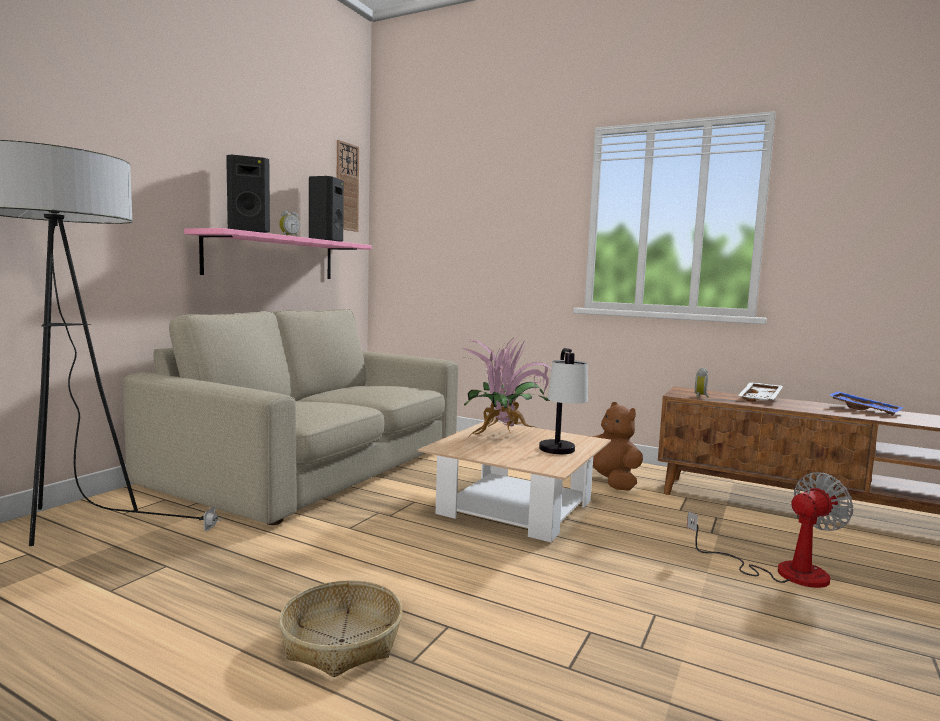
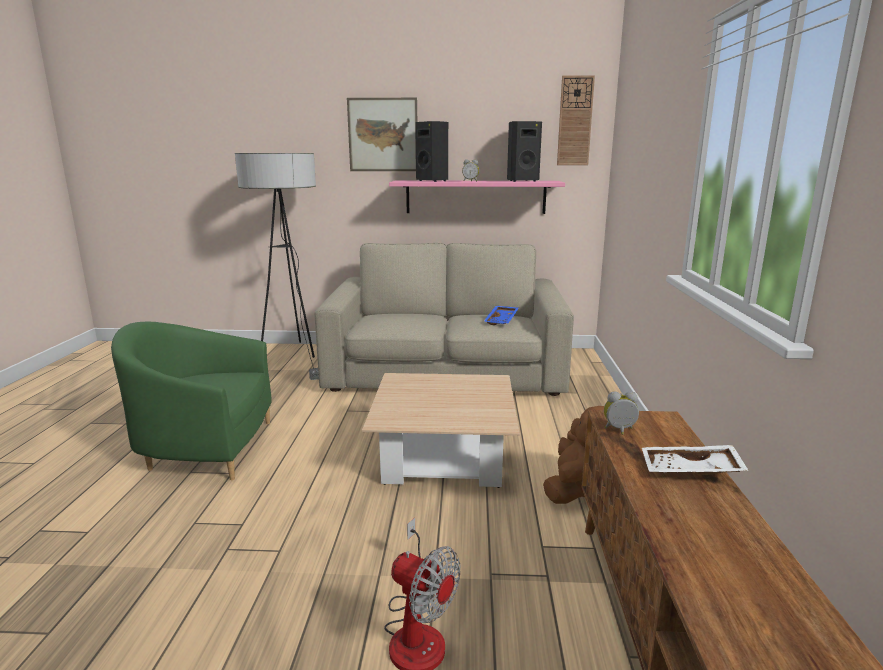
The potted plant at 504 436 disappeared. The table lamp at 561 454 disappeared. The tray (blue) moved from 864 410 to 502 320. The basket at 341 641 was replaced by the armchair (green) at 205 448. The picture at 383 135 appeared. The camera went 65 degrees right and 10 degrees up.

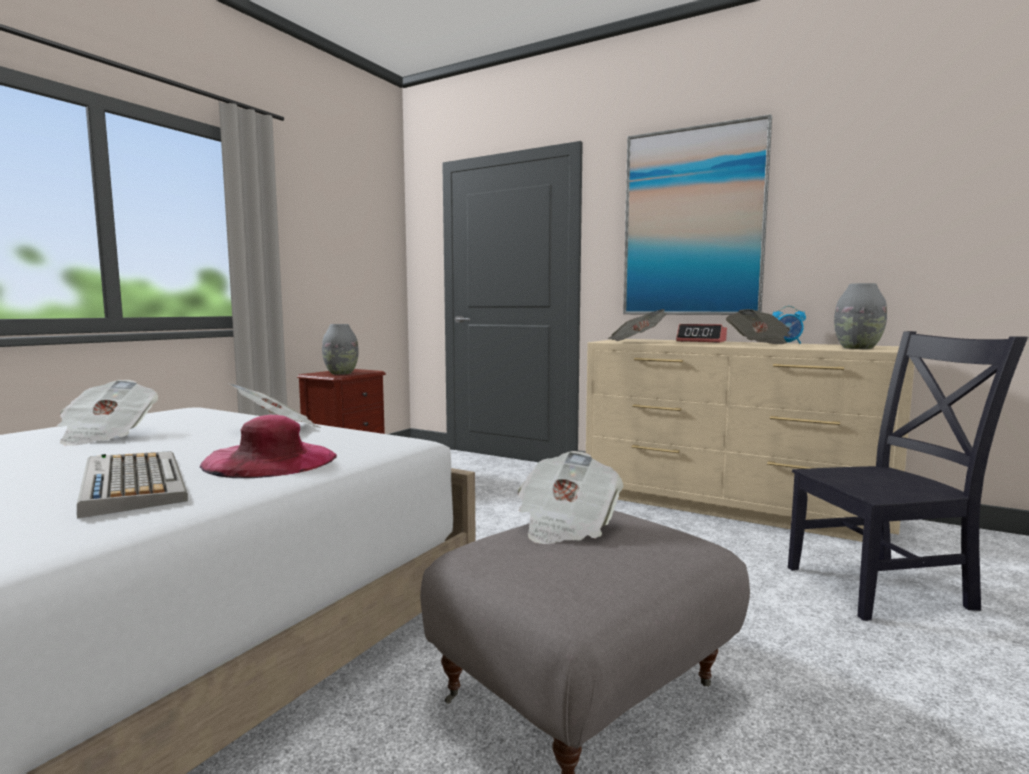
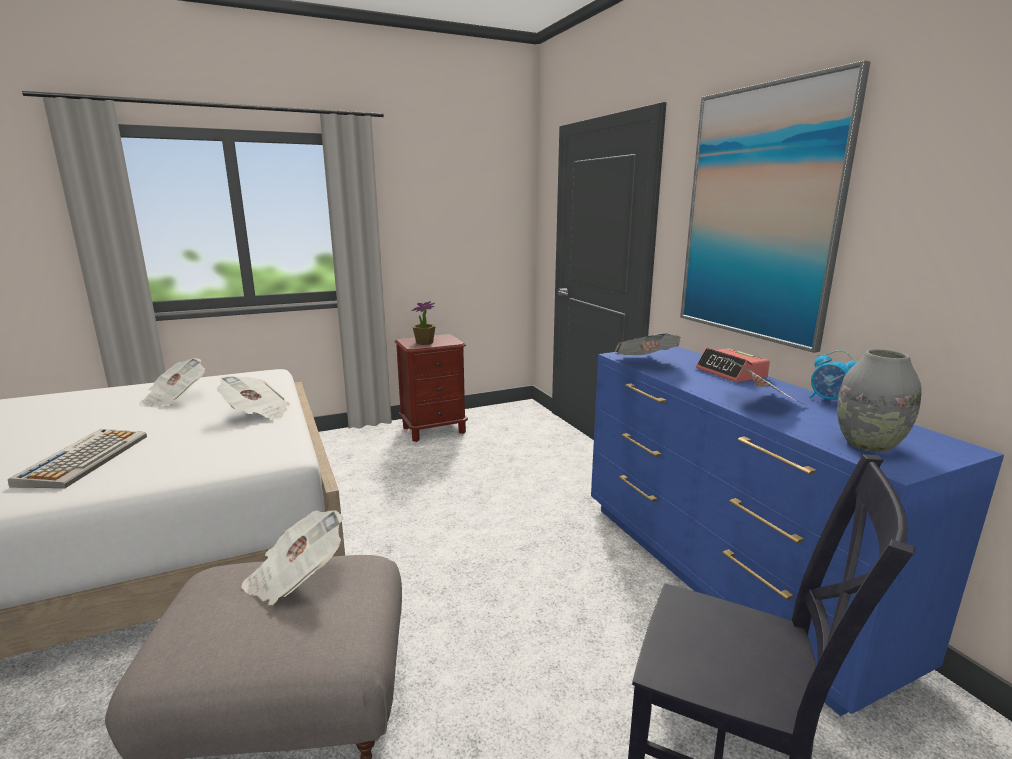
The vase (grey) at 341 373 was replaced by the potted plant at 424 342. The dresser (beige) at 731 507 became the dresser (blue) at 725 577. The hat (pink) at 270 460 disappeared. The camera went 35 degrees right and 10 degrees up.

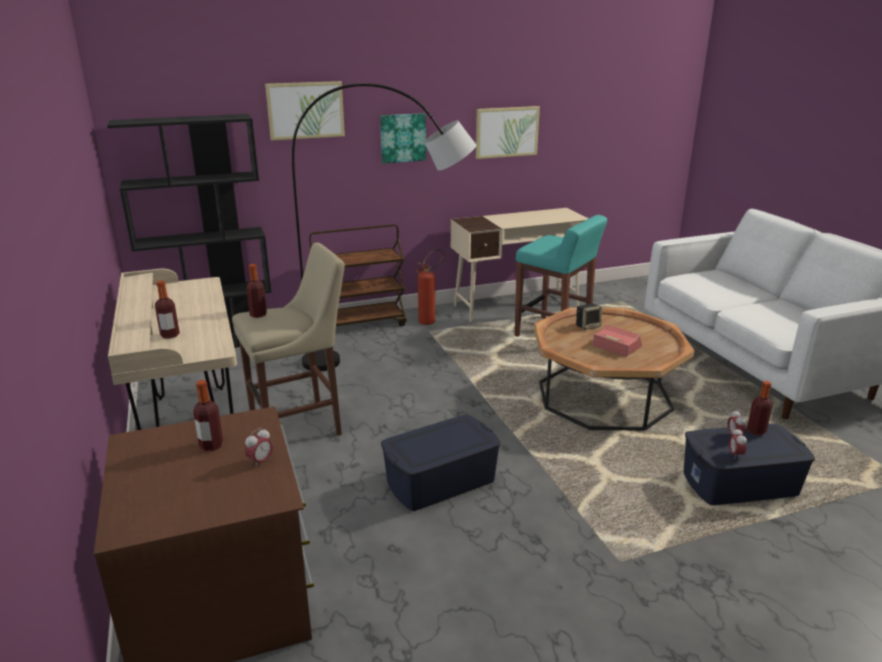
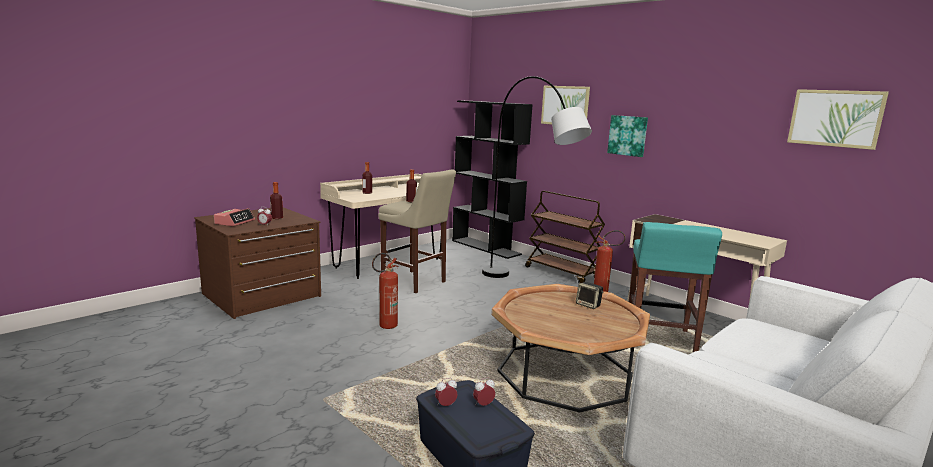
The picture moved from 506 132 to 835 118. The alarm clock moved from 616 346 to 235 222. The bottle at 756 431 disappeared. The storage box (blue) at 440 481 was replaced by the fire extinguisher at 385 327. The camera went 65 degrees right and 10 degrees down.

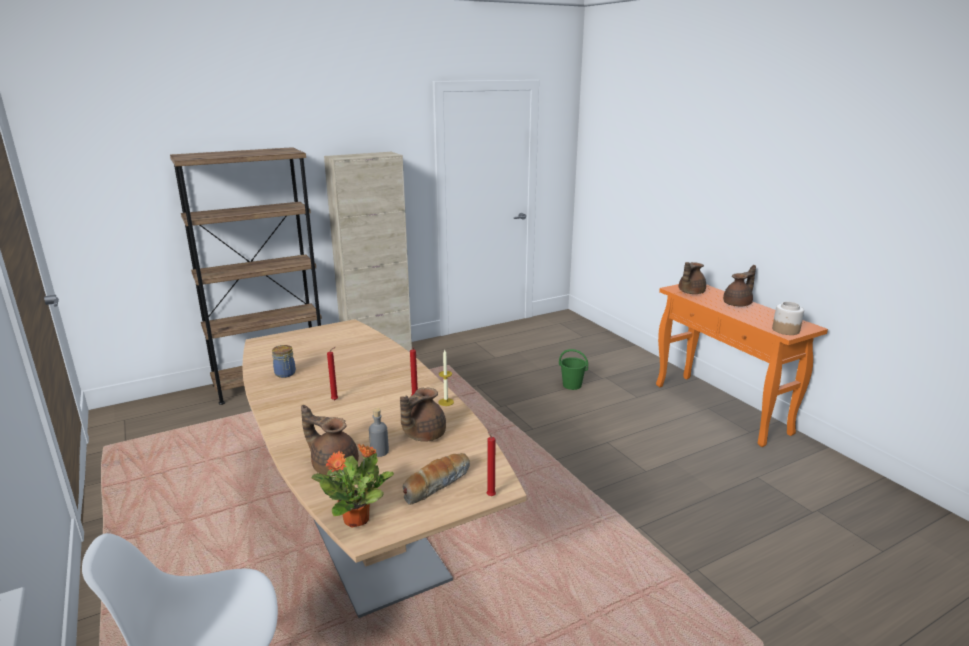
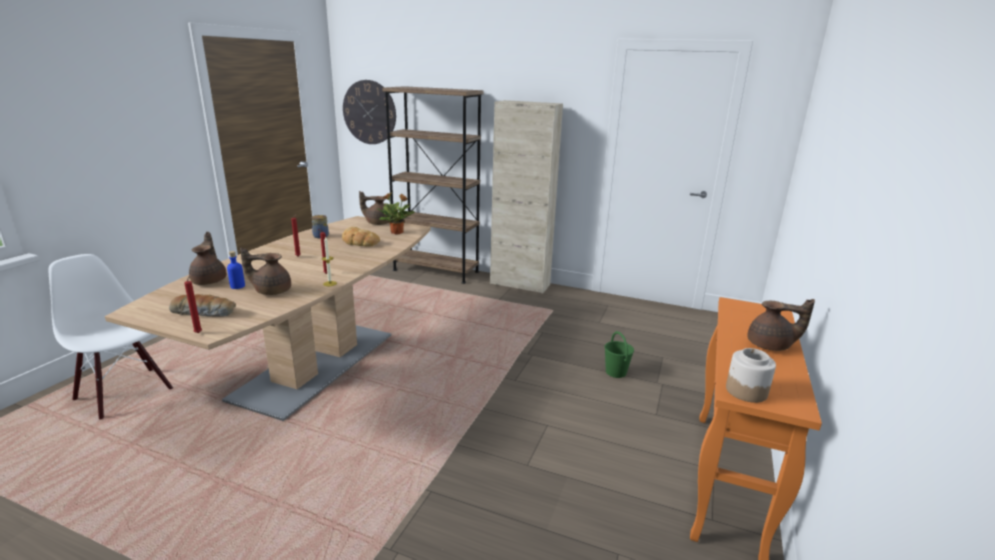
The teapot (brown) moved from 690 292 to 377 223. The bottle (grey) at 379 451 became the bottle (blue) at 237 286. The potted plant moved from 357 519 to 397 232. The wall clock at 369 112 appeared. The bread at 359 241 appeared. The camera went 50 degrees right and 0 degrees up.

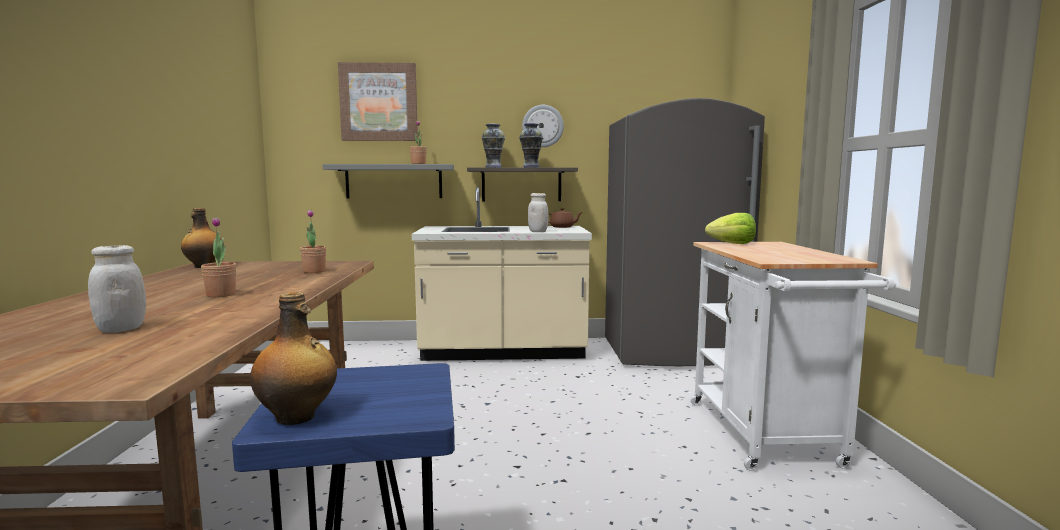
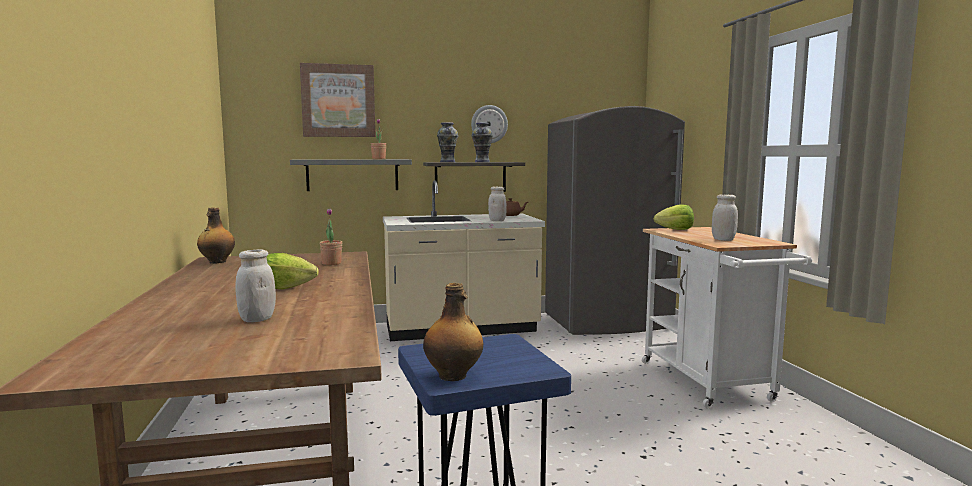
The potted plant at 221 295 was replaced by the lettuce at 286 287. The jar (white) at 723 240 appeared. The camera went 10 degrees left and 0 degrees up.

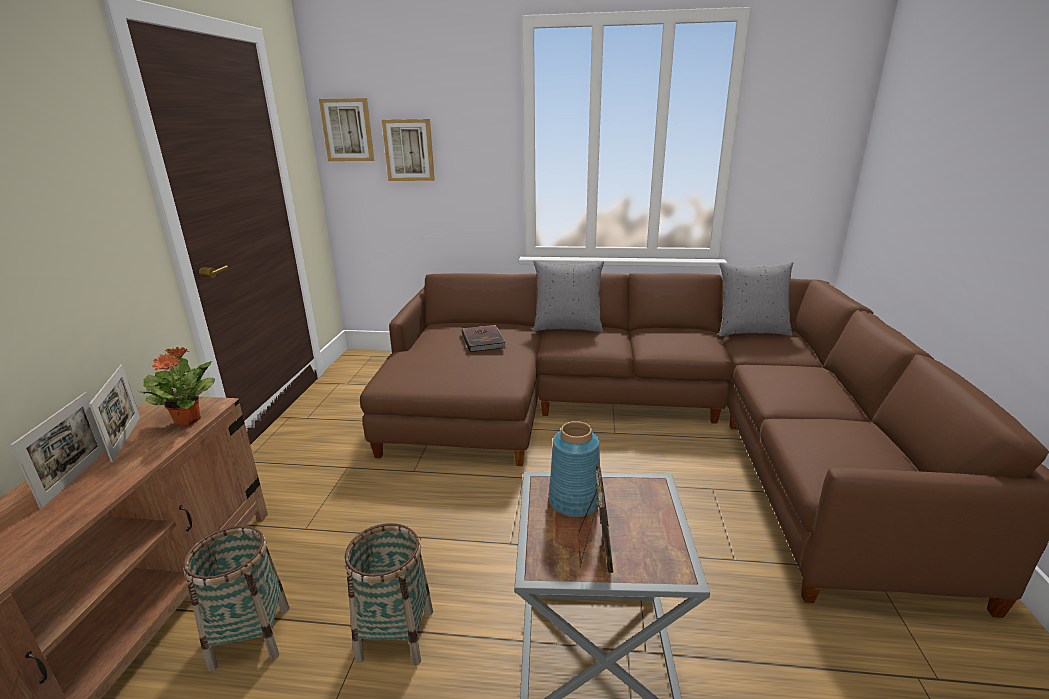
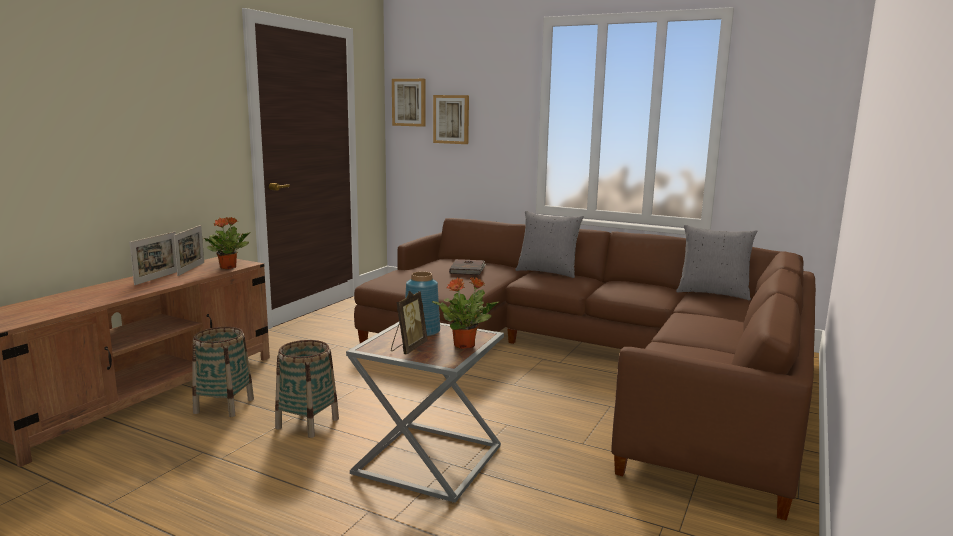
The potted plant at 465 345 appeared. The camera went 20 degrees right and 10 degrees down.

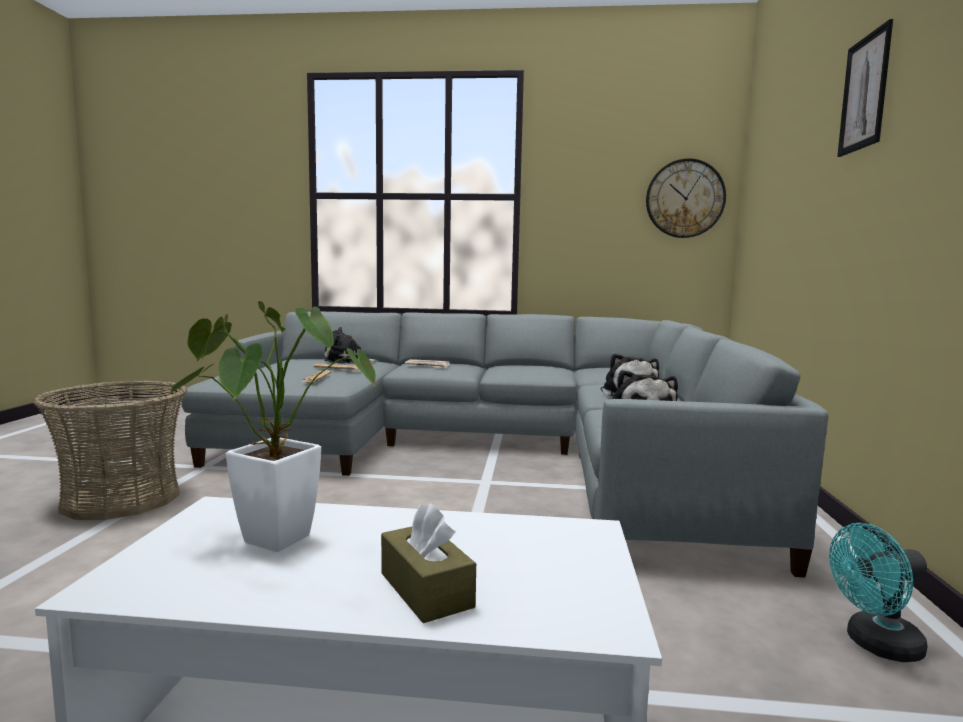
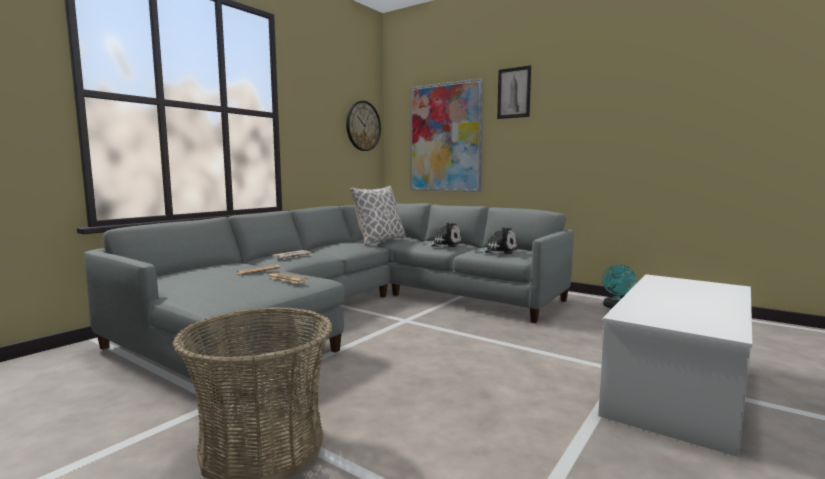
The potted plant at 267 536 disappeared. The plush toy at 347 361 disappeared. The tissue box (brown) at 426 590 disappeared. The picture at 445 138 appeared. The pillow at 379 241 appeared. The camera went 60 degrees left and 0 degrees up.

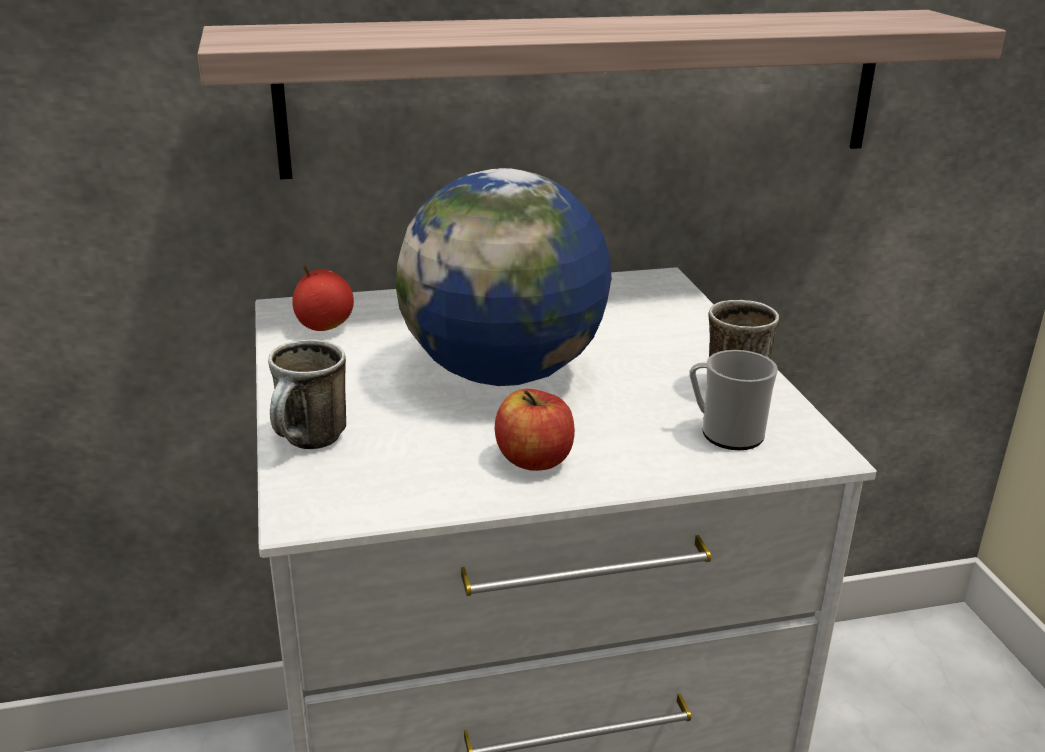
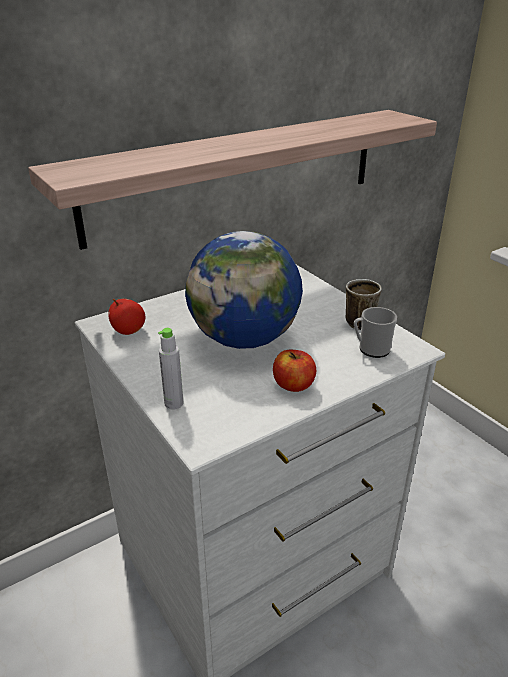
The mug at 310 443 was replaced by the bottle (grey) at 174 403. The camera went 20 degrees left and 5 degrees up.

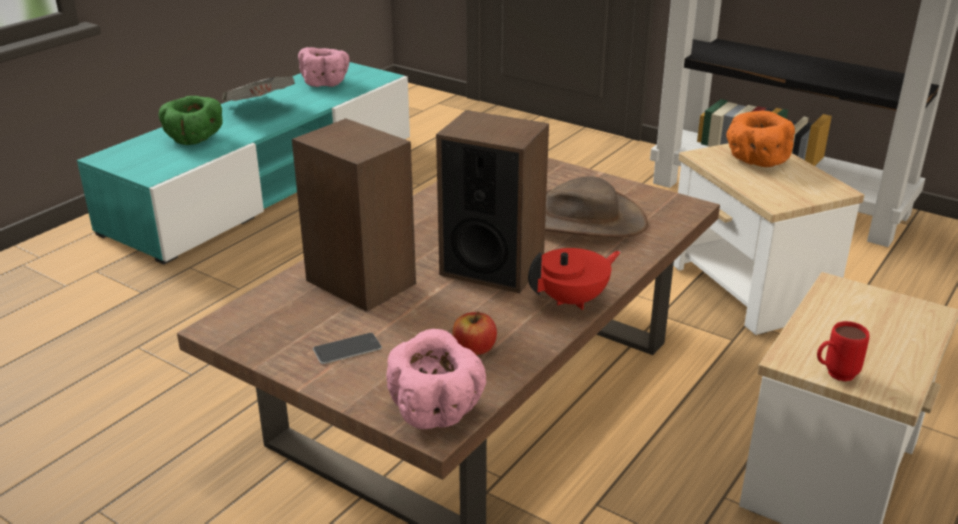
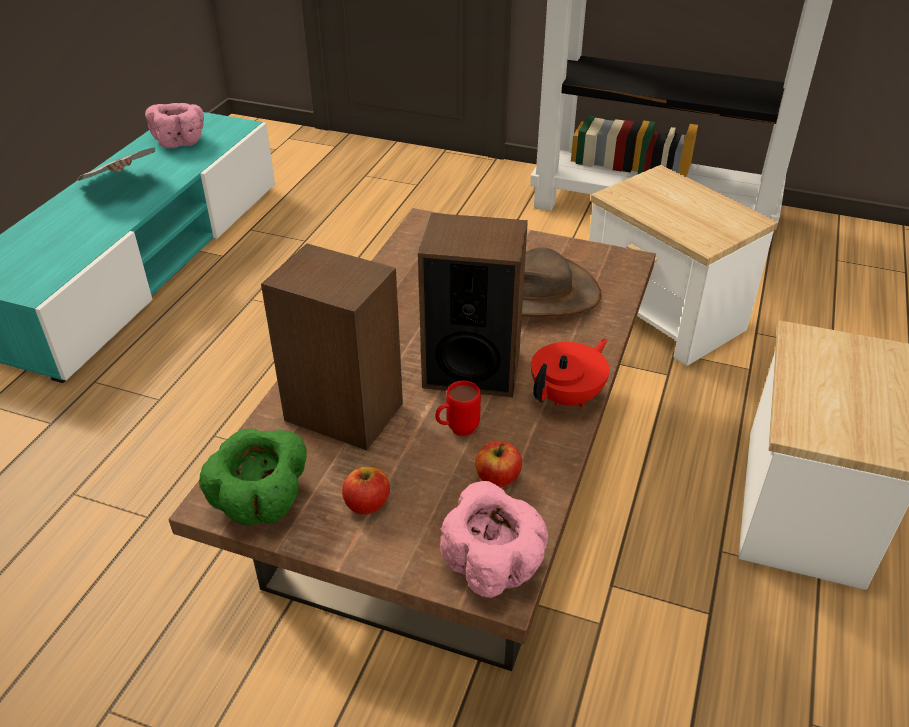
The bowl (green) moved from 194 140 to 263 503. The bowl (orange) at 755 161 disappeared. The mug (red) moved from 834 375 to 456 430. The phone at 347 349 was replaced by the apple at 367 503. The camera went 15 degrees left and 10 degrees up.

